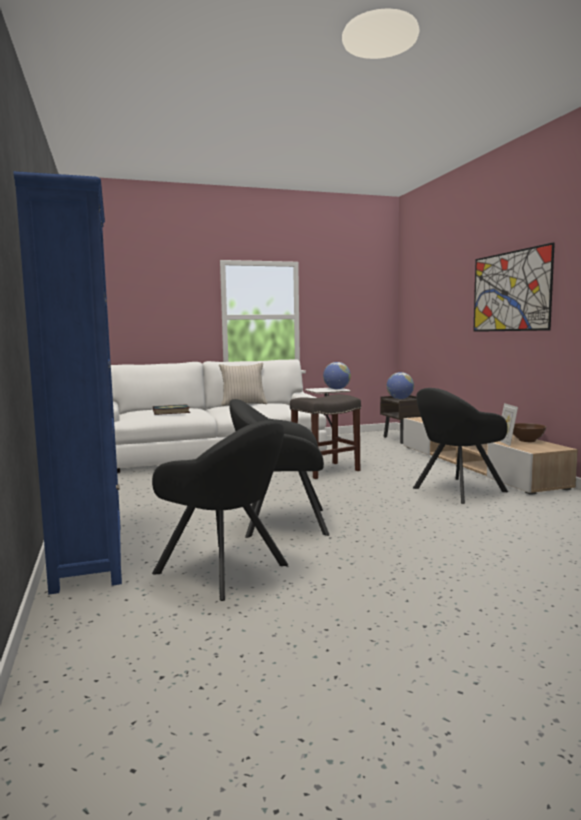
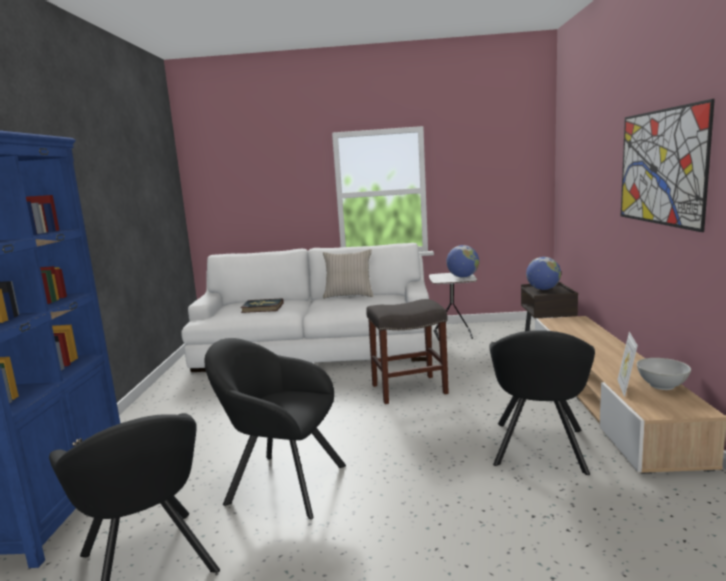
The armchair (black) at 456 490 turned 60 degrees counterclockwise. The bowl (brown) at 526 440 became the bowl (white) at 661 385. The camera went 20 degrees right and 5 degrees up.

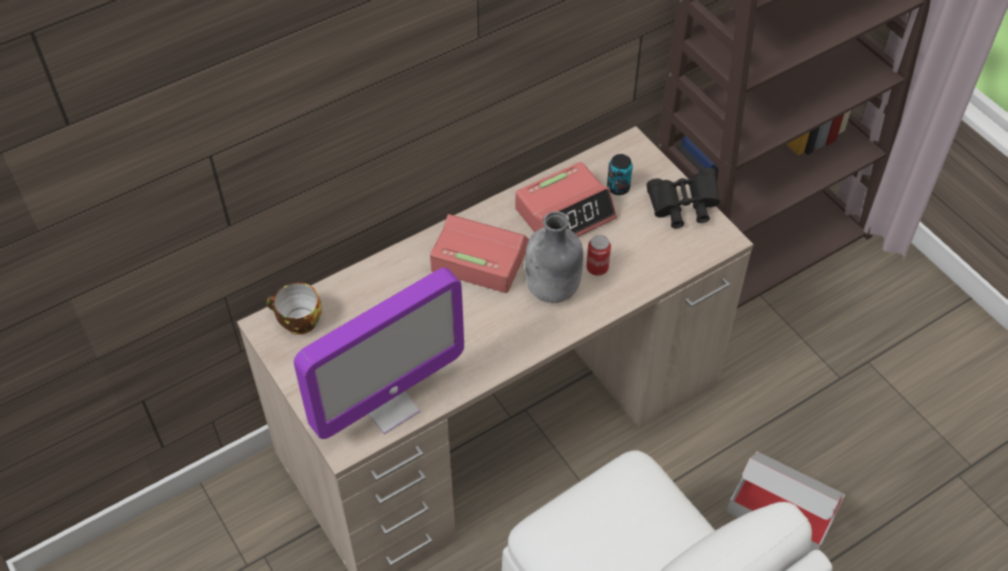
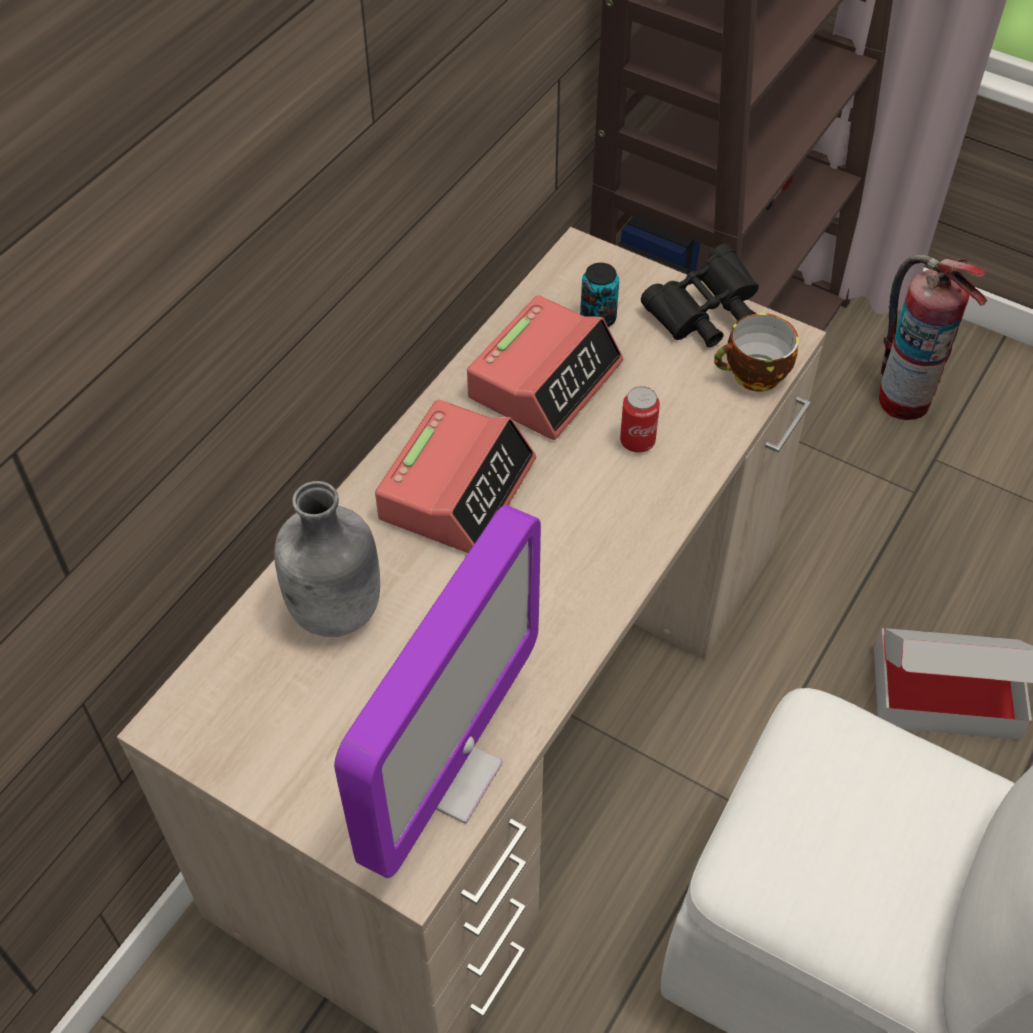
The bottle (grey) moved from 553 289 to 337 611. The alarm clock at 479 258 turned 120 degrees clockwise. The cup moved from 297 322 to 754 376. The fire extinguisher at 904 399 appeared. The camera went 25 degrees left and 0 degrees up.

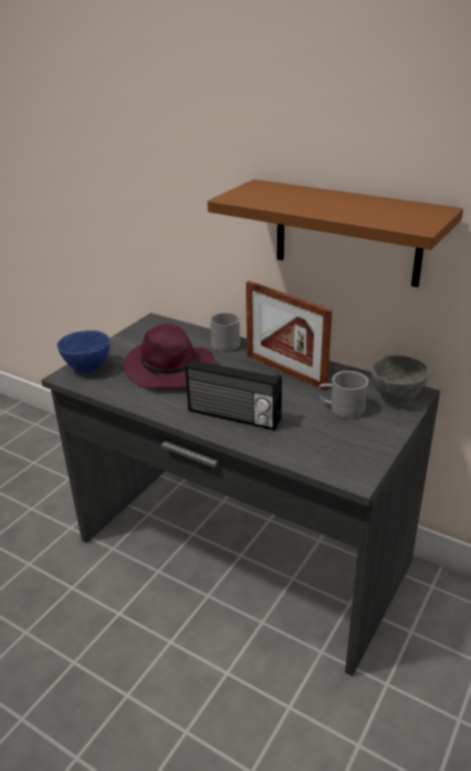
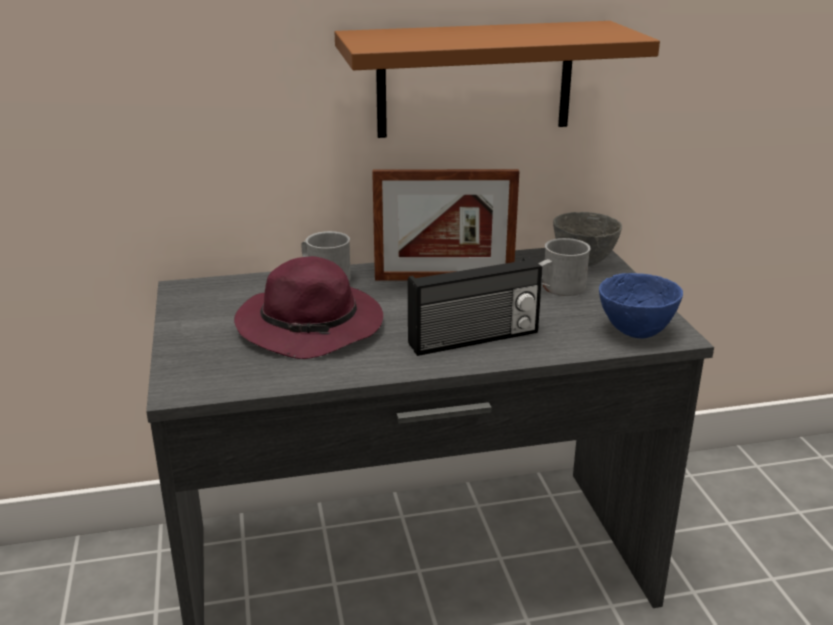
The bowl (blue) moved from 87 369 to 636 333. The camera went 45 degrees left and 5 degrees down.

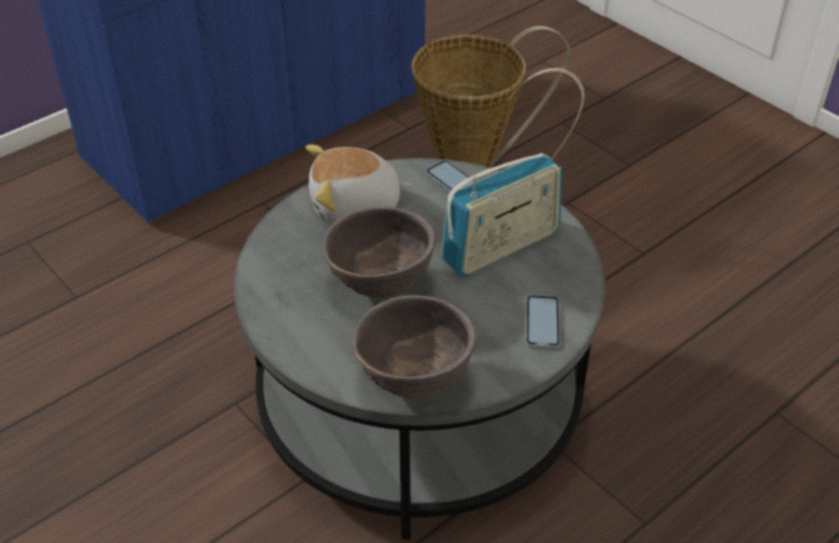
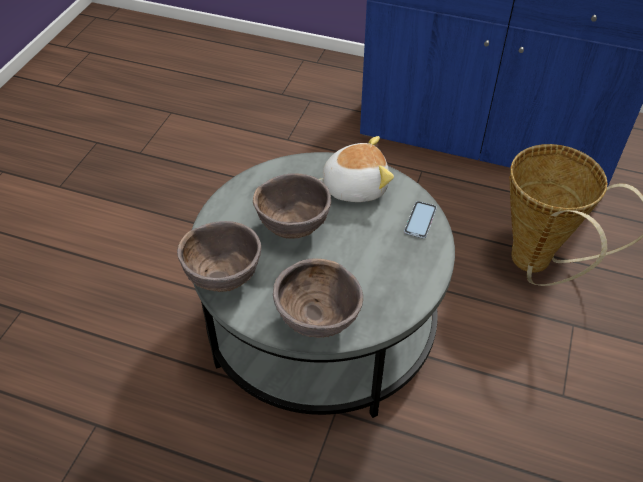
The plush toy at 355 208 turned 120 degrees clockwise. The radio at 501 247 disappeared. The phone at 542 322 was replaced by the bowl (brown) at 318 321. The camera went 60 degrees right and 5 degrees up.

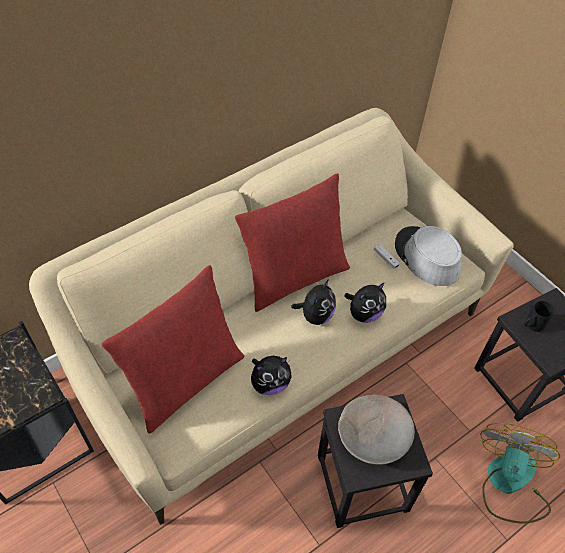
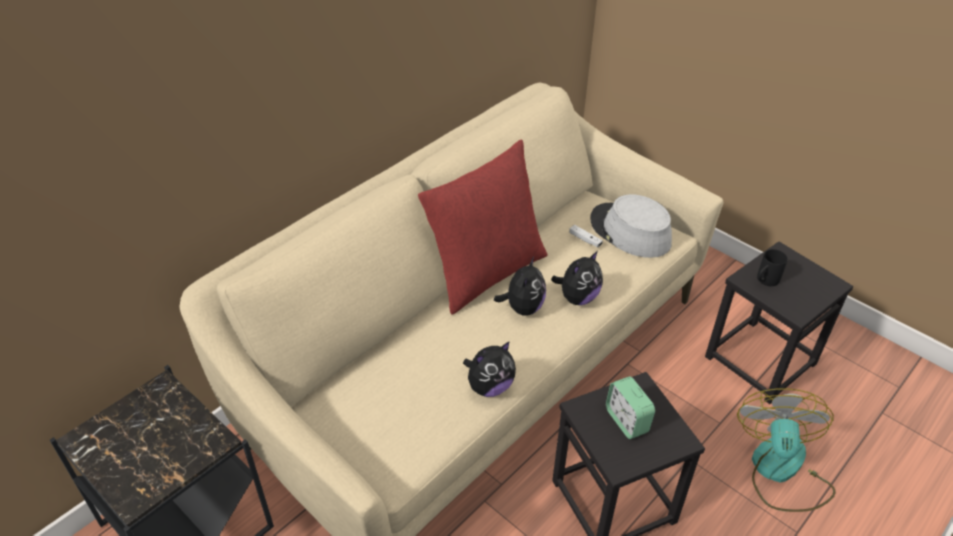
The pillow (red) at 184 379 disappeared. The bowl (beige) at 374 436 was replaced by the alarm clock at 626 421. The camera went 10 degrees left and 10 degrees down.

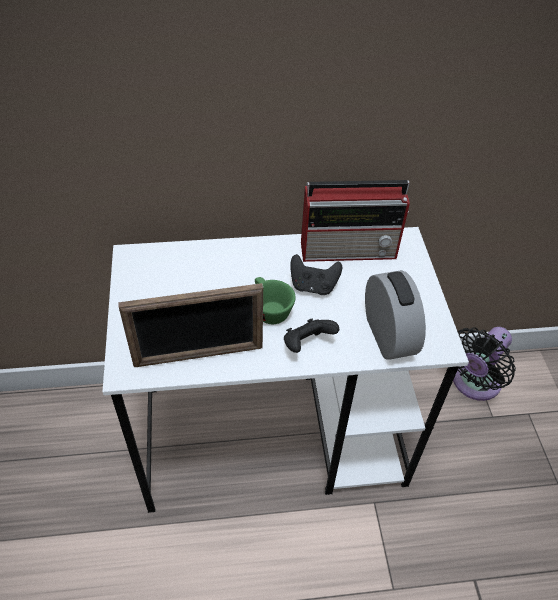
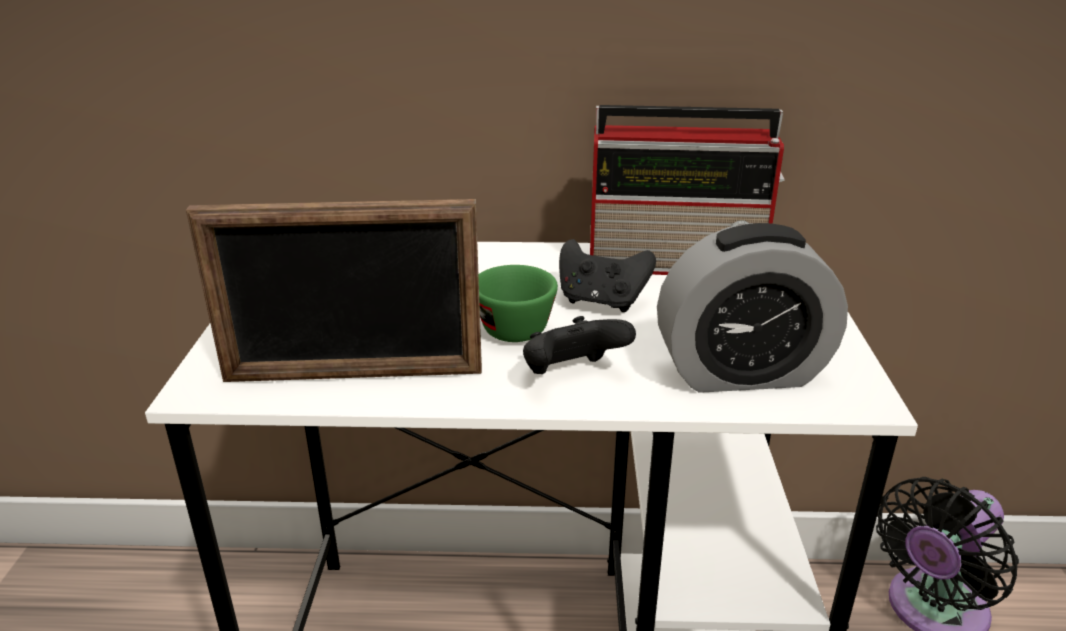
The alarm clock at 388 335 turned 90 degrees clockwise. The camera went 10 degrees right and 20 degrees down.

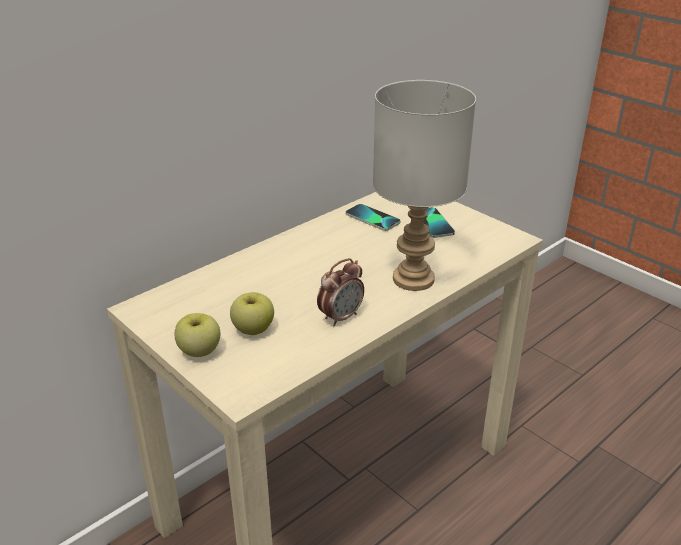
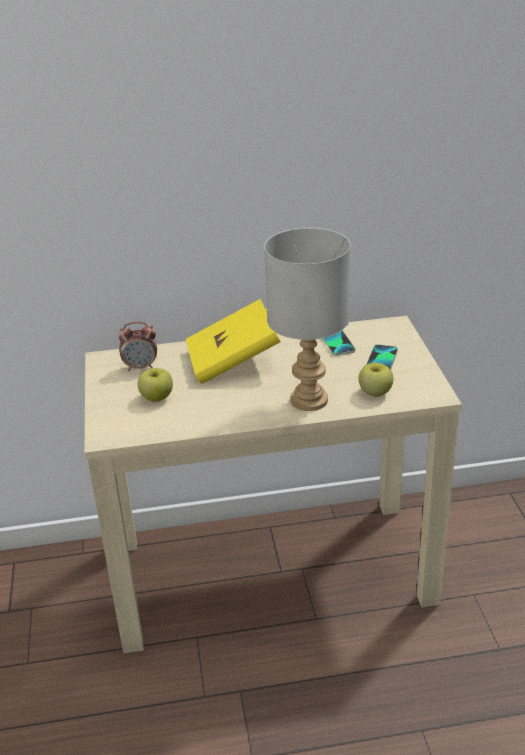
The alarm clock moved from 341 317 to 141 367. The apple moved from 199 351 to 375 392. The book (yellow) at 233 361 appeared. The camera went 35 degrees right and 0 degrees up.

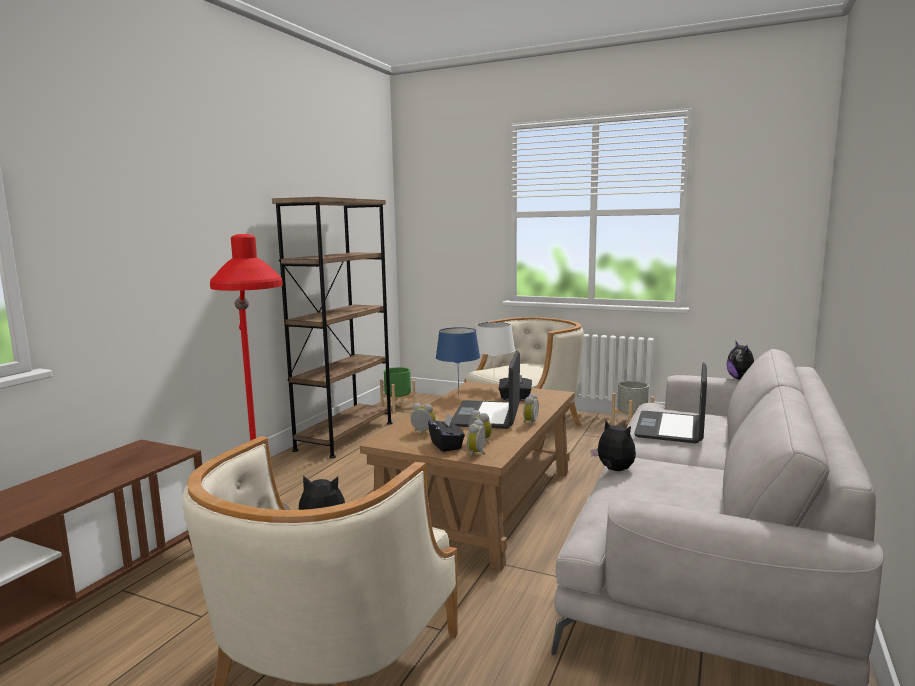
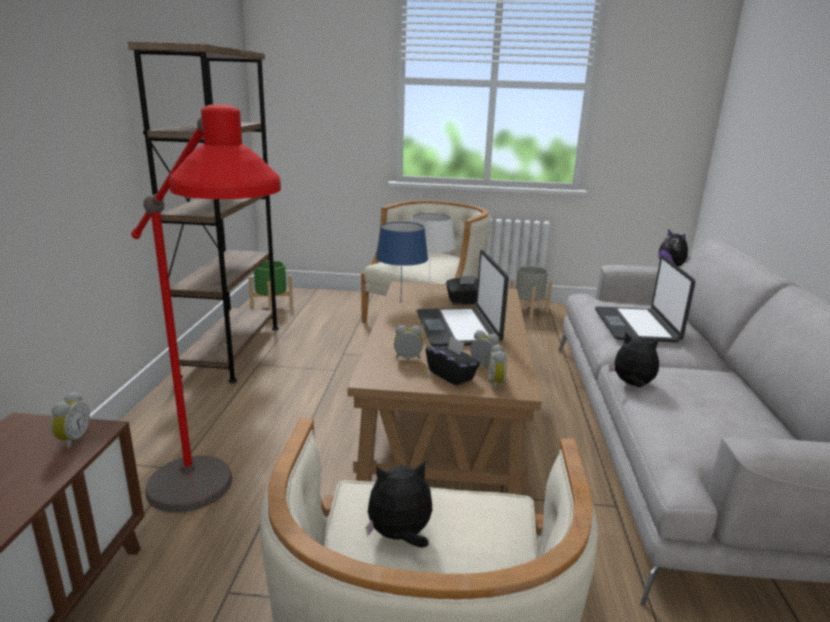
The alarm clock moved from 529 423 to 72 440. The camera went 20 degrees left and 10 degrees up.

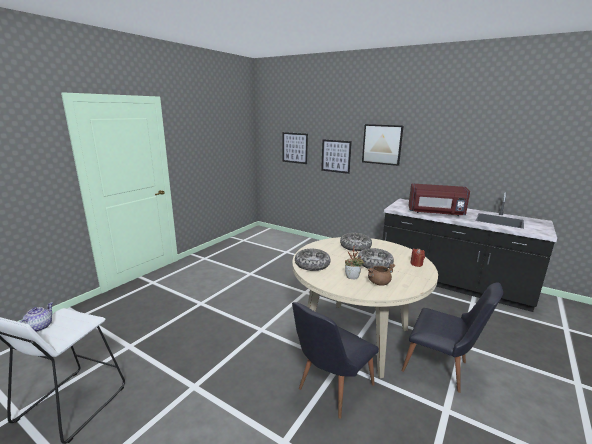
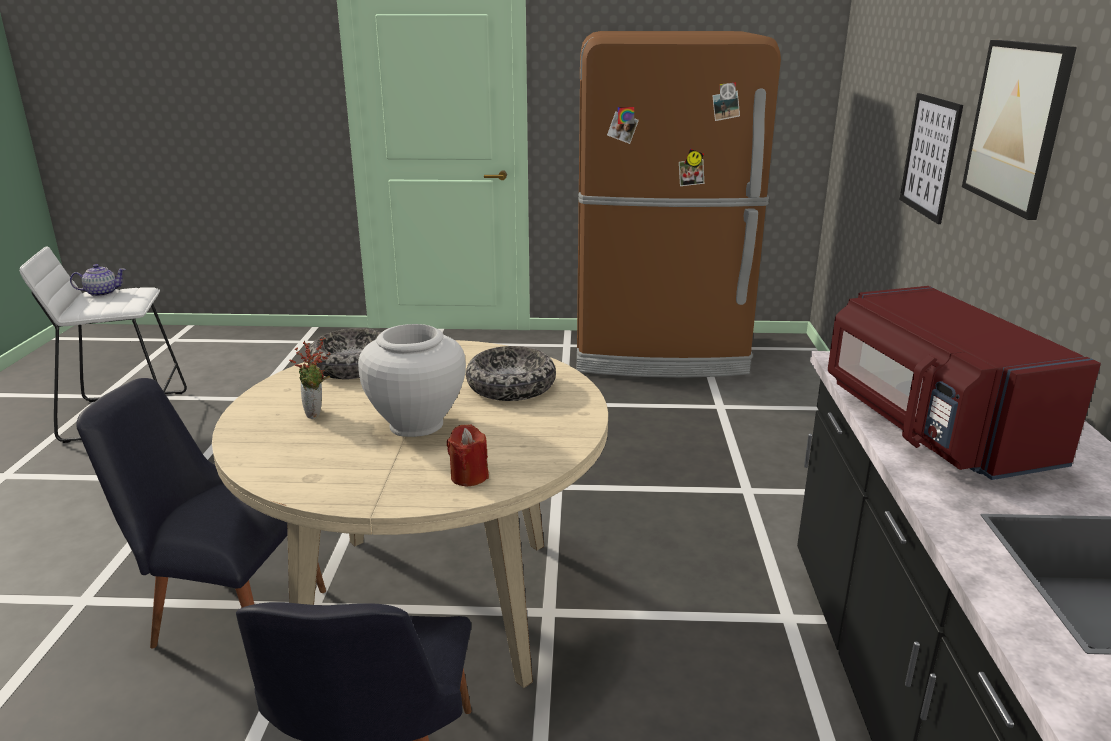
The picture at 294 148 disappeared. The bowl at 374 264 was replaced by the vase (white) at 416 424. The cooking pot (brown) at 379 282 disappeared. The fridge (brown) at 660 354 appeared. The camera went 60 degrees right and 5 degrees up.

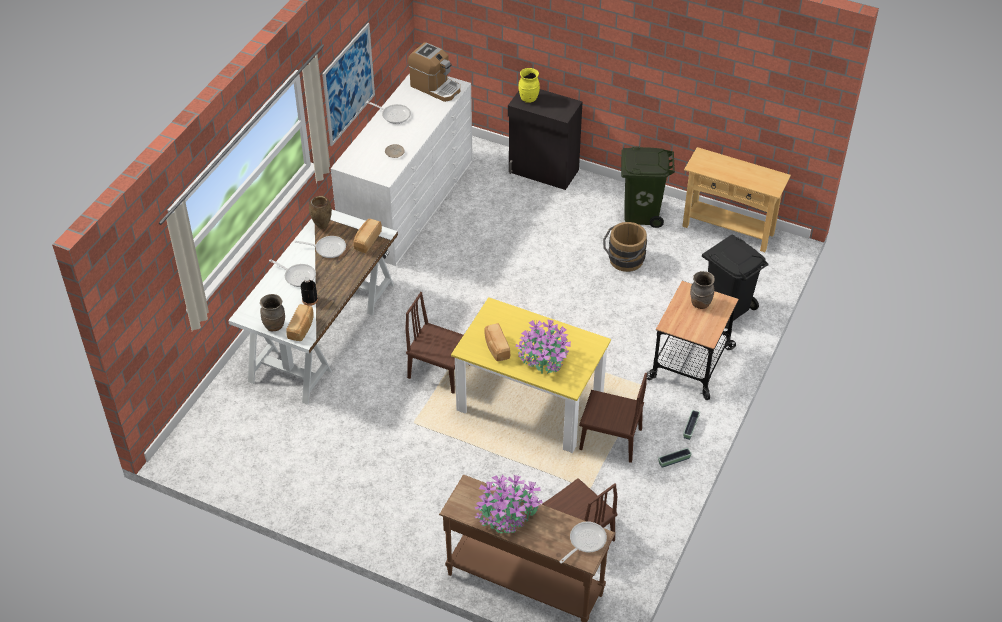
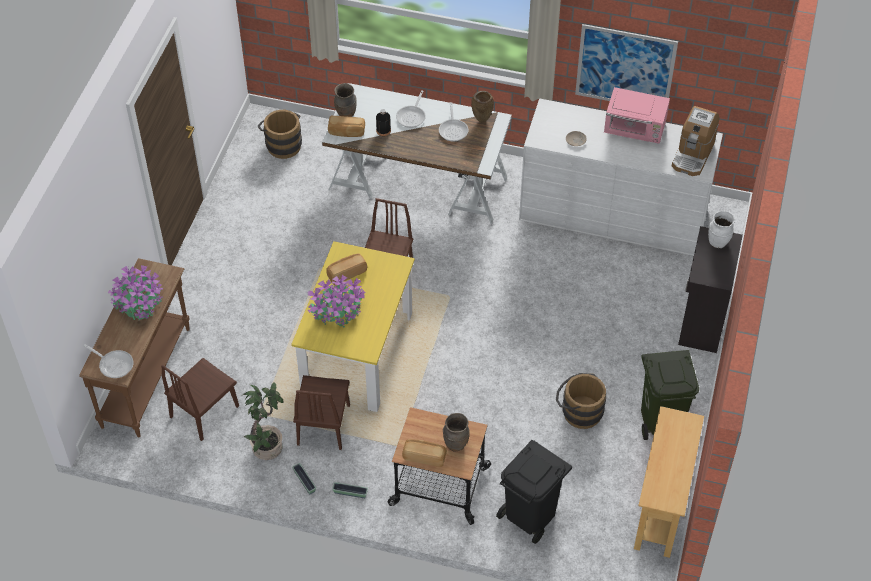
The vase (yellow) at 528 98 became the vase (white) at 718 242. The frying pan at 394 115 was replaced by the microwave (pink) at 635 130. The bread moved from 367 241 to 424 457. The bucket (brown) at 282 144 appeared. The potted plant at 268 448 appeared. The camera went 80 degrees right and 5 degrees up.

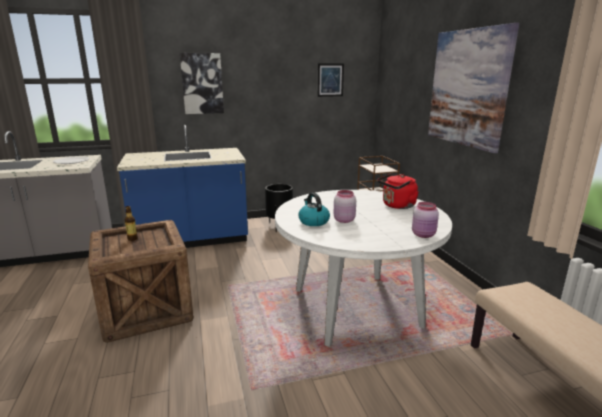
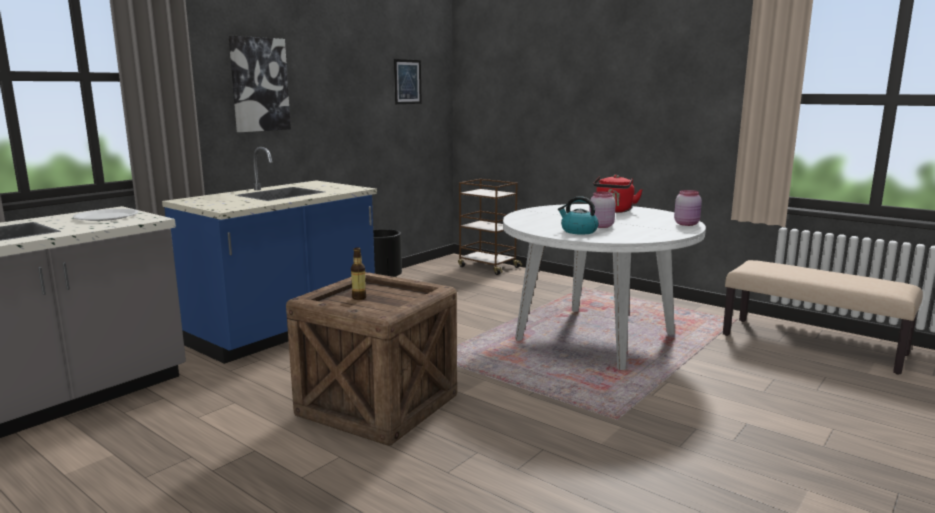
The picture at 467 88 disappeared. The camera went 35 degrees left and 5 degrees down.

